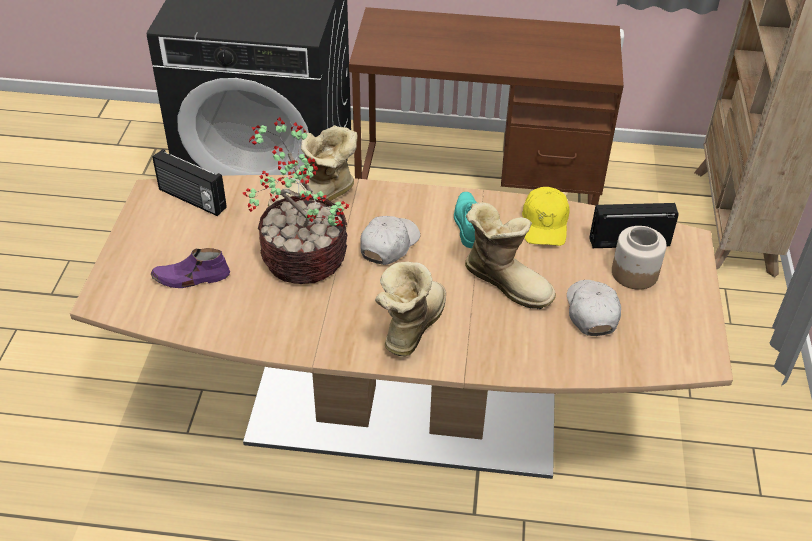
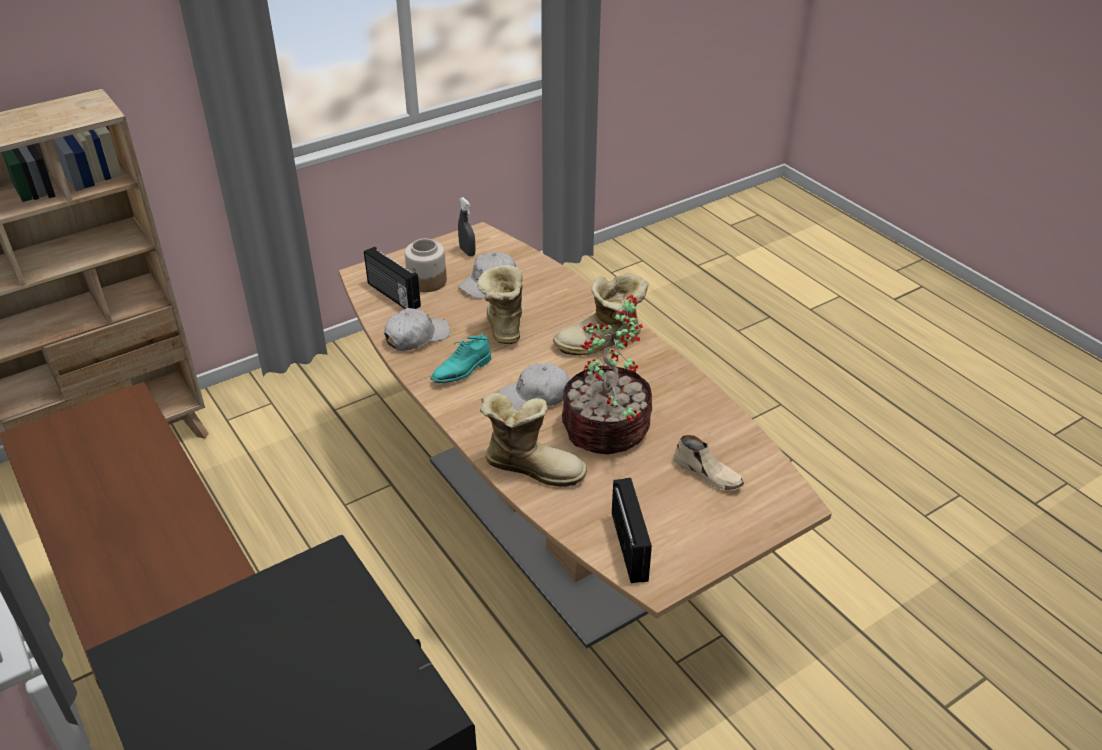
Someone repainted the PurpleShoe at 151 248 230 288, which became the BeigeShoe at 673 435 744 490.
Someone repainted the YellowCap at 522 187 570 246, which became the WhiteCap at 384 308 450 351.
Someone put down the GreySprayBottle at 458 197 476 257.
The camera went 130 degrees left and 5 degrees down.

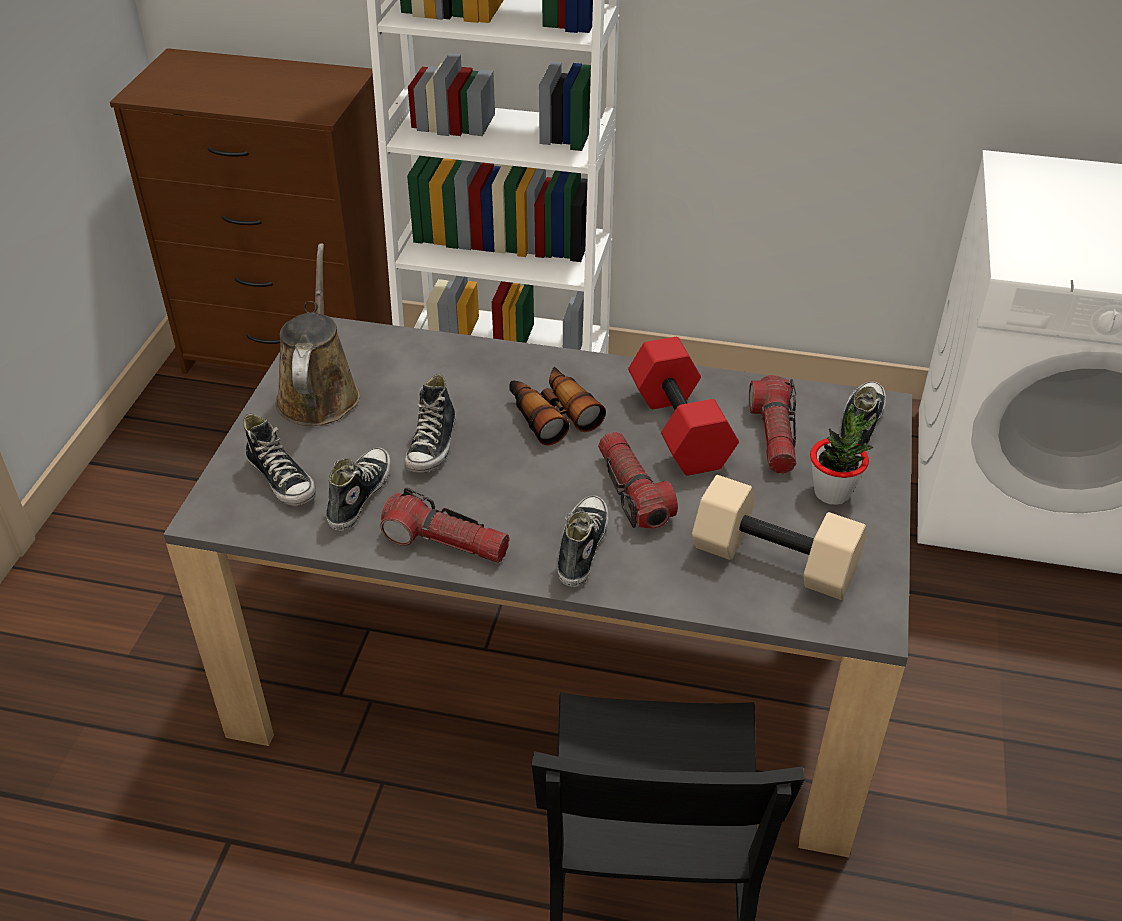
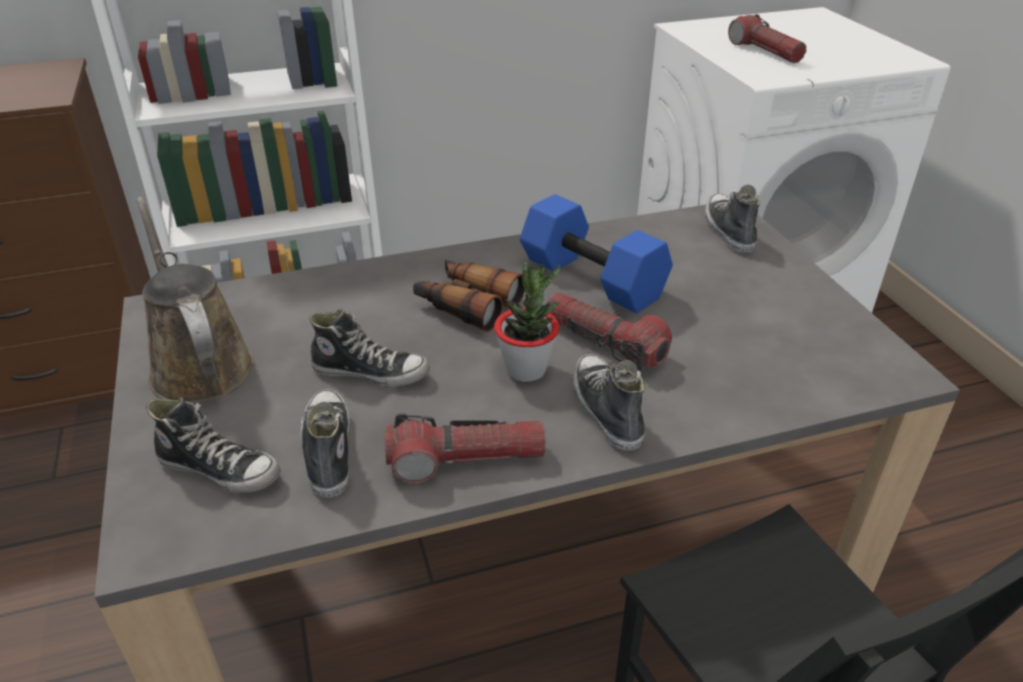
Someone rotated the Shoe at 405 374 456 473 by 60 degrees counterclockwise.
Someone repainted the RedDumbbell at 628 337 739 476, which became the BlueDumbbell at 520 194 673 313.
Someone took away the BeigeDumbbell at 692 475 866 600.
Someone carried the Flashlight from 749 375 796 473 to 728 14 806 63.
Someone carried the PottedPlant from 810 404 877 505 to 494 262 560 382.
The camera went 30 degrees left and 5 degrees down.

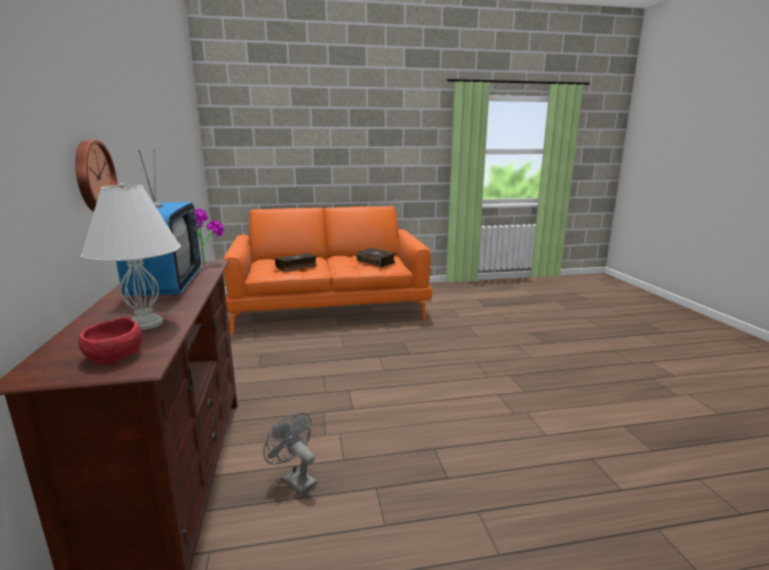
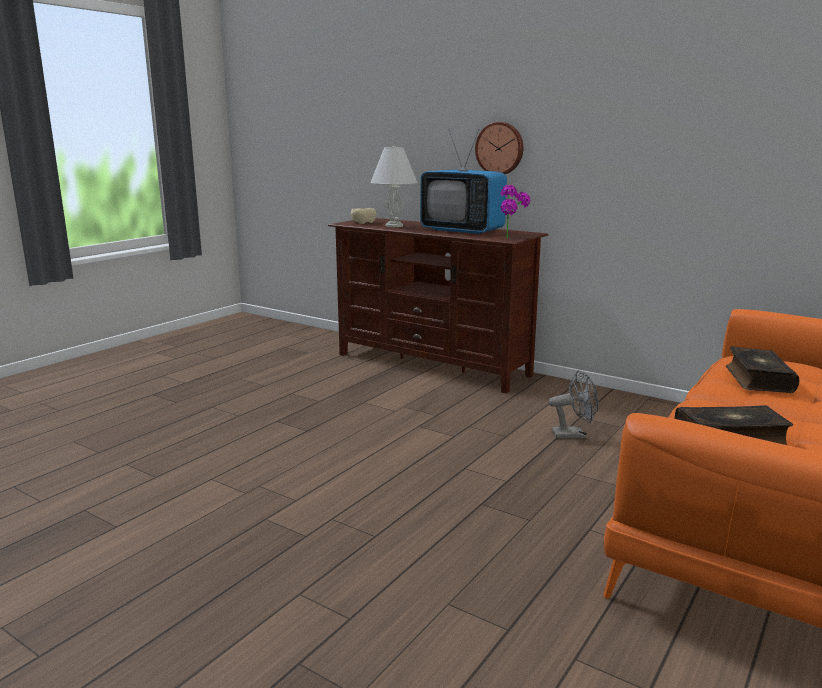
Someone repainted the RedBowl at 79 317 142 365, which became the BeigeBowl at 351 208 376 224.
Someone carried the GreyFan from 263 412 317 495 to 548 370 599 439.
The camera went 135 degrees right and 0 degrees up.

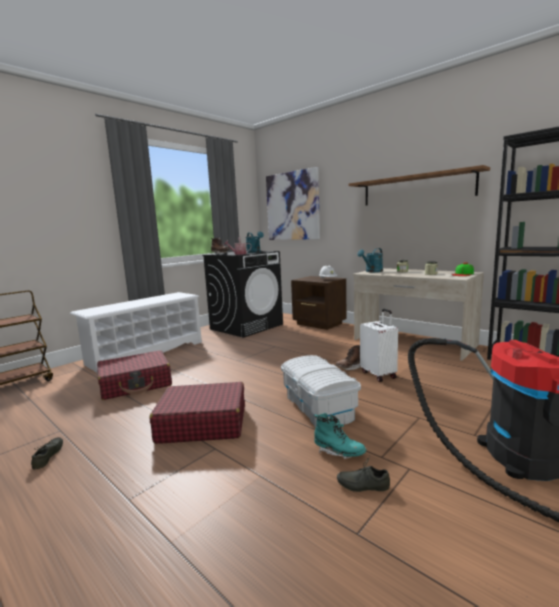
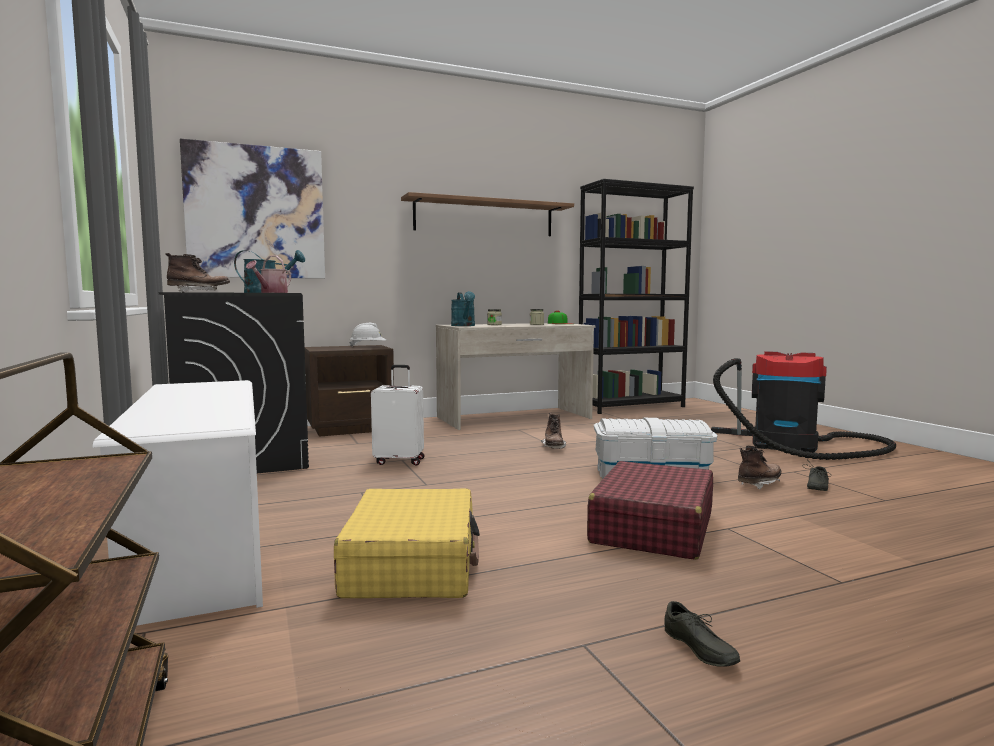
Someone rotated the GreyShoe at 31 437 63 470 by 135 degrees counterclockwise.
Someone repainted the RedSuitcase at 97 350 172 400, which became the YellowSuitcase at 334 488 480 598.
Someone repainted the TurquoiseBoot at 314 413 366 459, which became the BrownBoot at 738 445 781 490.
Someone carried the WhiteSuitcase from 360 309 398 382 to 371 365 425 466.
The camera went 65 degrees left and 5 degrees down.

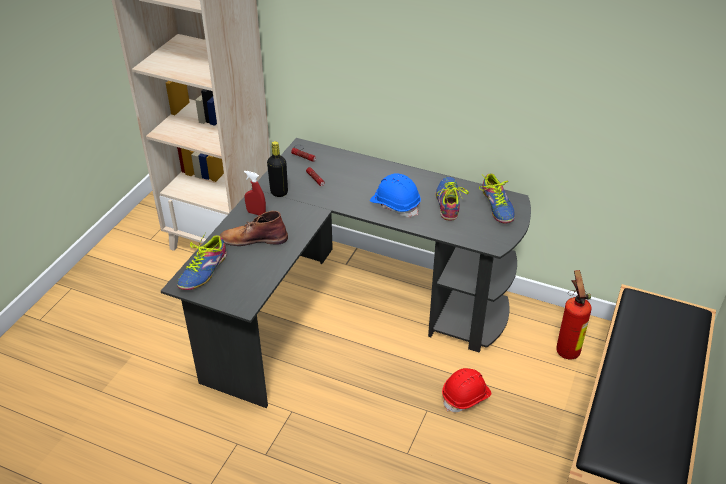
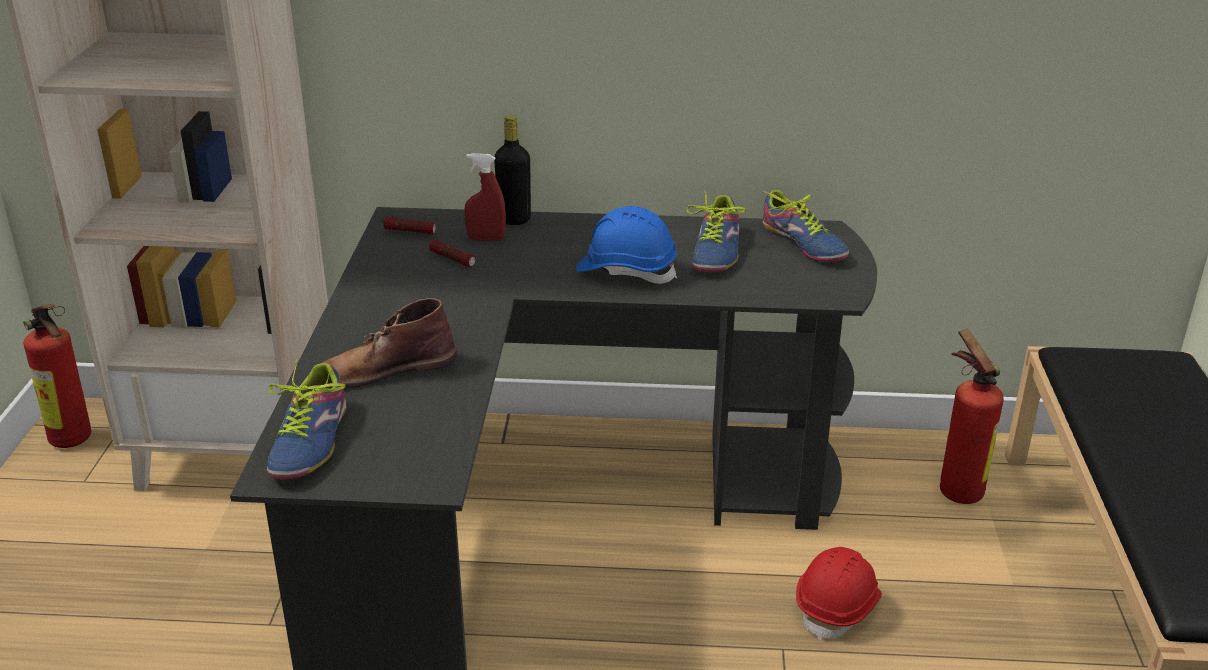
Someone carried the RedSprayBottle from 244 171 266 215 to 464 153 506 241.
Someone carried the BlackBottle from 267 141 288 197 to 494 115 531 225.
Someone rotated the Shoe at 436 176 469 221 by 150 degrees counterclockwise.
Someone put down the FireExtinguisher at 23 303 91 448.
The camera went 20 degrees left and 10 degrees down.

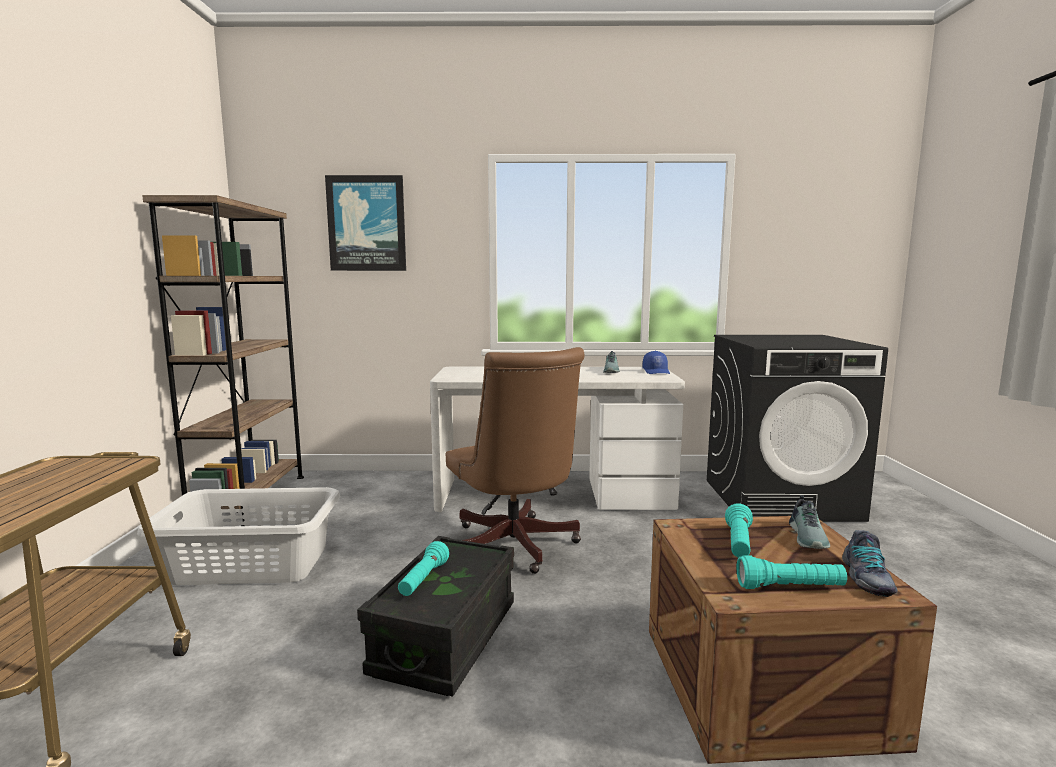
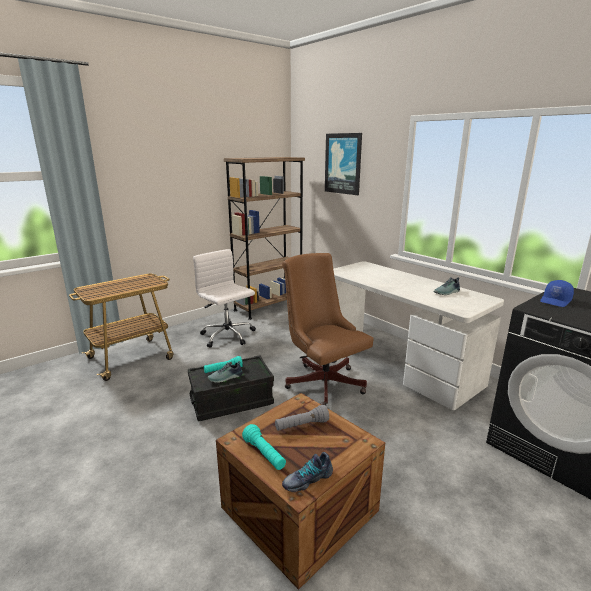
Someone swapped the GreyLaundryBasket at 137 487 340 585 for the WhiteOfficeChair at 193 249 256 348.
Someone rotated the BrownOfficeChair at 445 347 584 574 by 120 degrees clockwise.
Someone carried the BlueCap from 642 351 670 374 to 540 280 574 307.
Someone repainted the TurquoiseFlashlight at 725 503 753 558, which became the GreyFlashlight at 275 405 329 431.
Someone carried the Shoe from 789 495 830 549 to 208 361 243 383.
The camera went 50 degrees right and 10 degrees up.

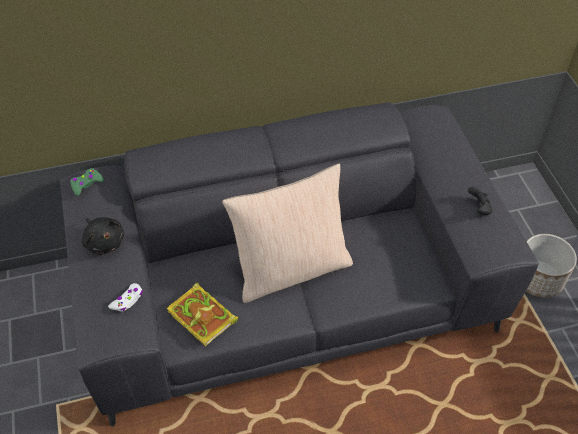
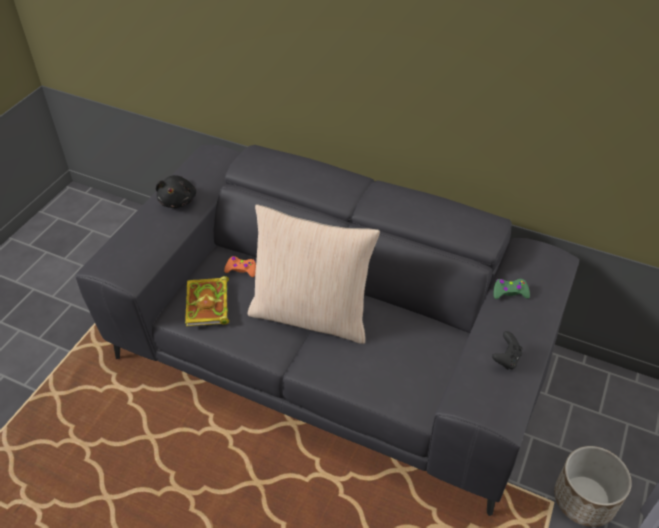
Someone carried the GreenGameController from 70 168 104 196 to 494 279 530 299.
Someone took away the WhiteGameController at 108 283 143 312.
Someone put down the OrangeGameController at 224 256 256 277.
The camera went 40 degrees right and 5 degrees down.

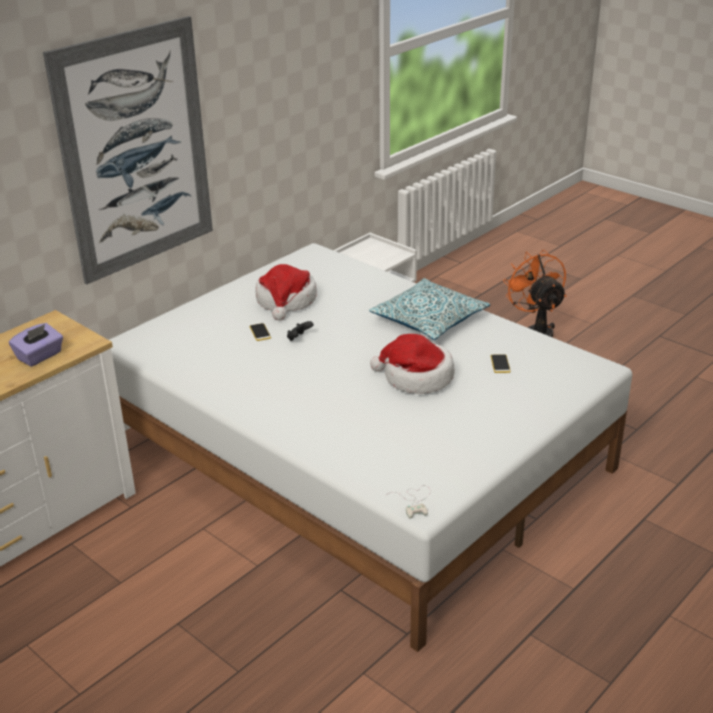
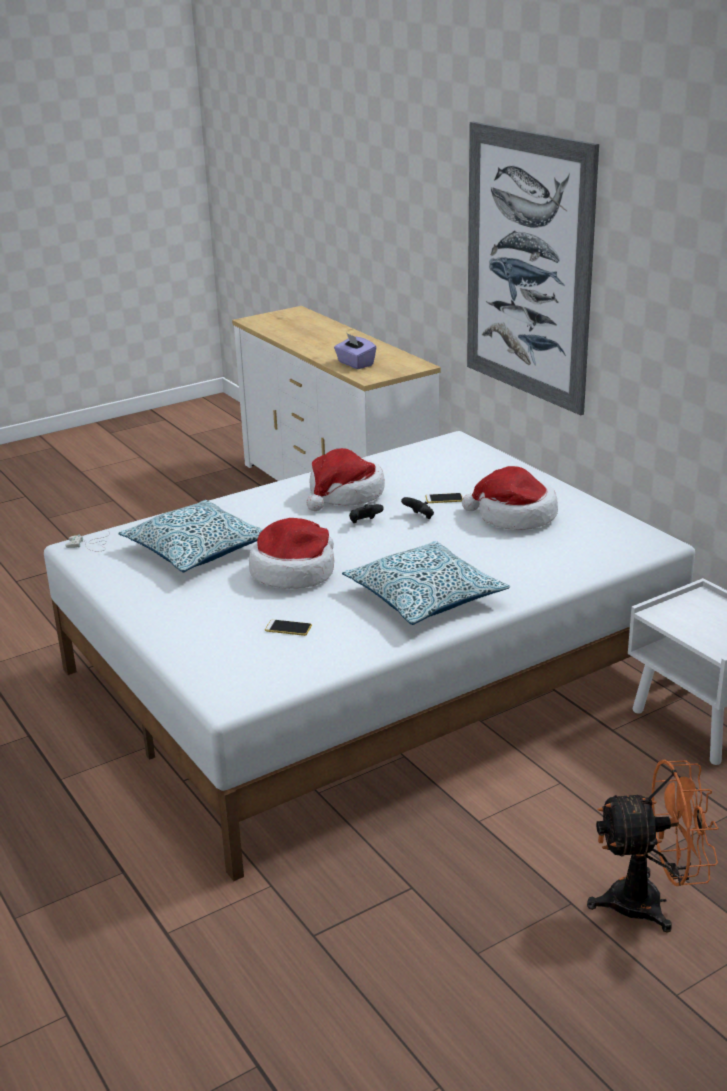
Someone put down the Pillow at 118 500 263 572.
Someone put down the Hat at 306 448 385 511.
Someone put down the BlackGameController at 349 504 384 523.
The camera went 105 degrees right and 5 degrees down.

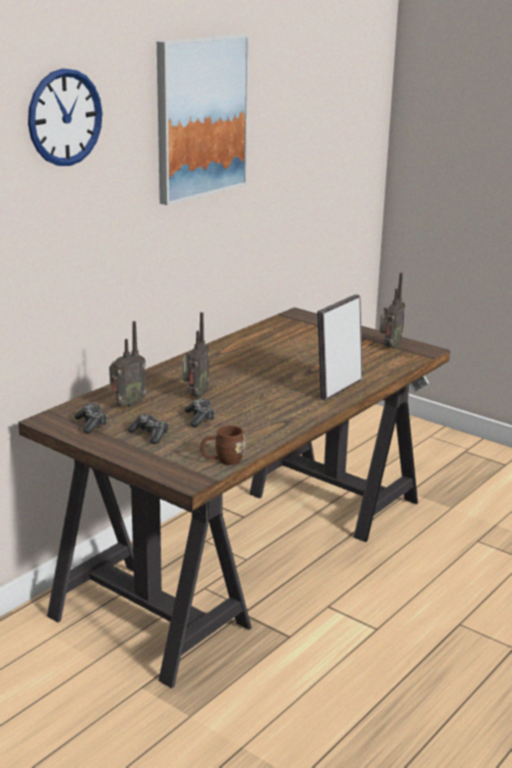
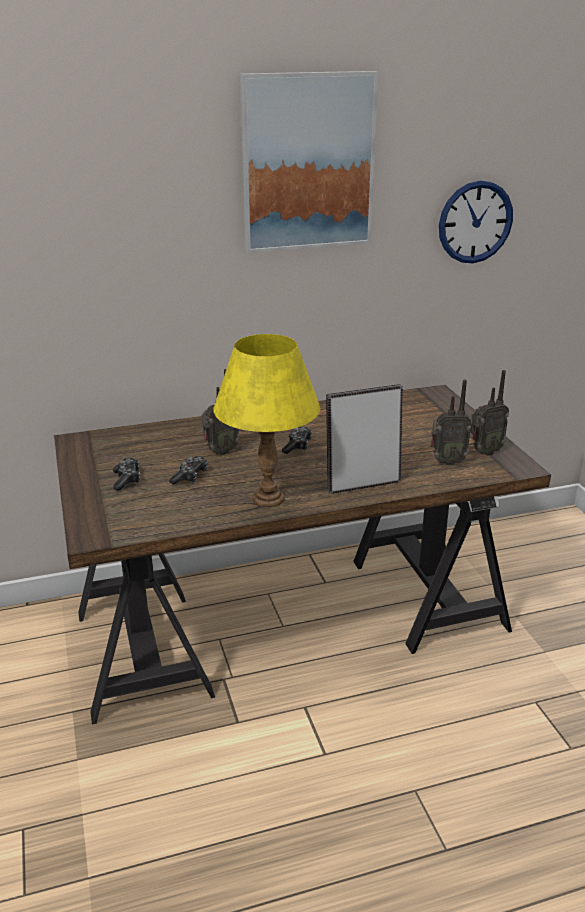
Someone carried the WallClock from 28 68 102 166 to 439 181 513 263.
Someone carried the GameController from 75 404 107 434 to 282 427 312 454.
Someone carried the Radio from 109 321 147 407 to 430 379 471 466.
Someone took away the BrownMug at 201 425 246 465.
Someone put down the YellowTableLamp at 213 334 320 507.
The camera went 35 degrees right and 5 degrees up.

